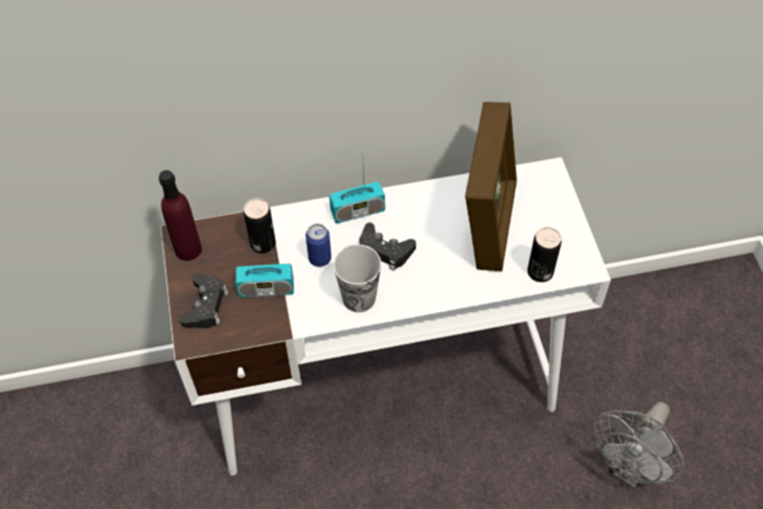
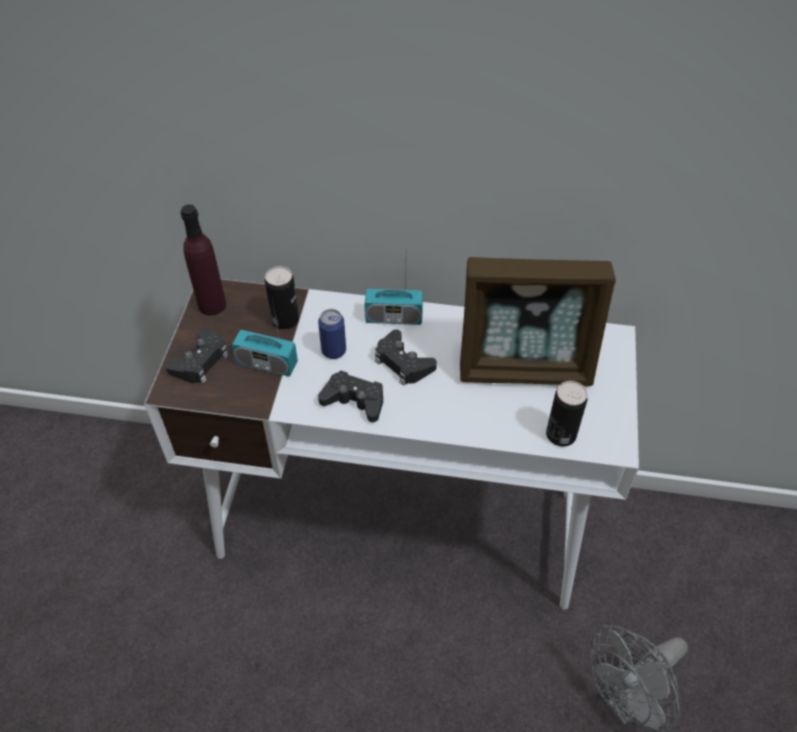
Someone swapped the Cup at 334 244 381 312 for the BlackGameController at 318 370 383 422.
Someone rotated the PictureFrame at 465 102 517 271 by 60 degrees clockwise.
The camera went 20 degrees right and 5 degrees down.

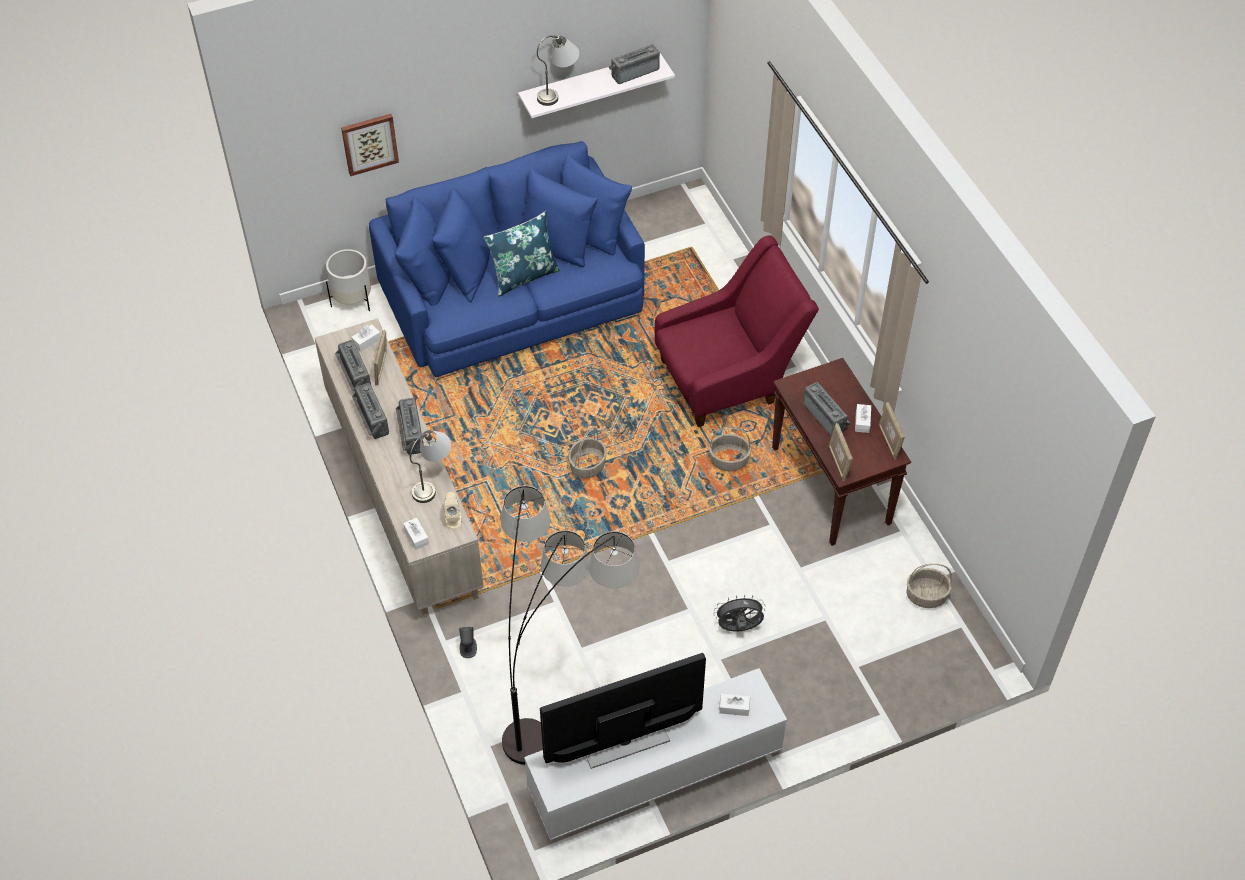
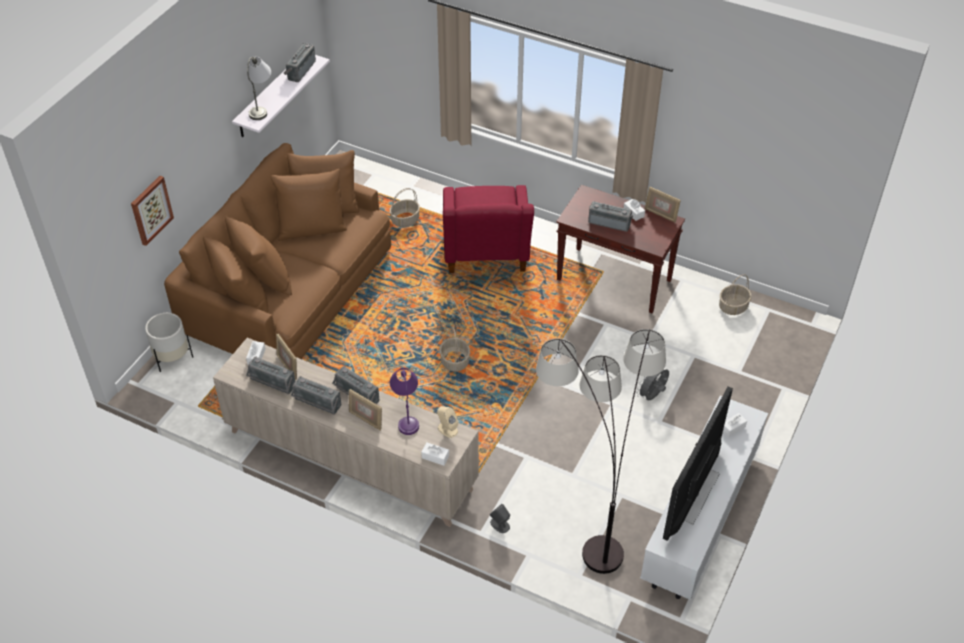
Someone repainted the BlueSofa at 369 141 645 377, which became the BrownSofa at 164 143 391 359.
Someone repainted the GreyTableLamp at 410 430 451 503, which became the PurpleTableLamp at 390 368 419 435.
Someone took away the BluePillow at 484 211 560 296.
Someone rotated the RedArmchair at 655 236 819 427 by 150 degrees clockwise.
Someone carried the Basket from 709 427 751 471 to 389 188 420 227.
Someone carried the PictureFrame from 829 423 853 481 to 349 389 382 431.
The camera went 40 degrees left and 5 degrees down.

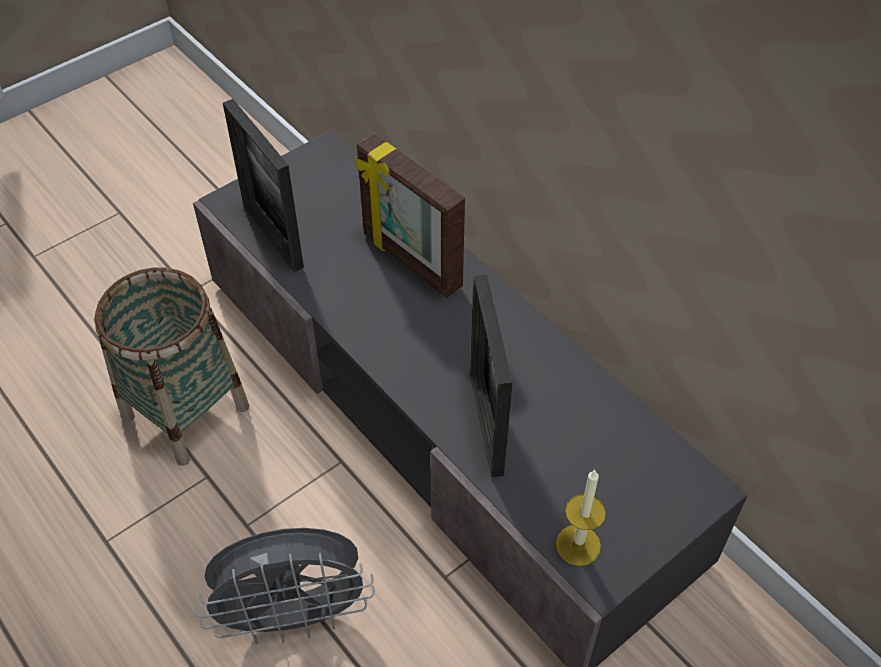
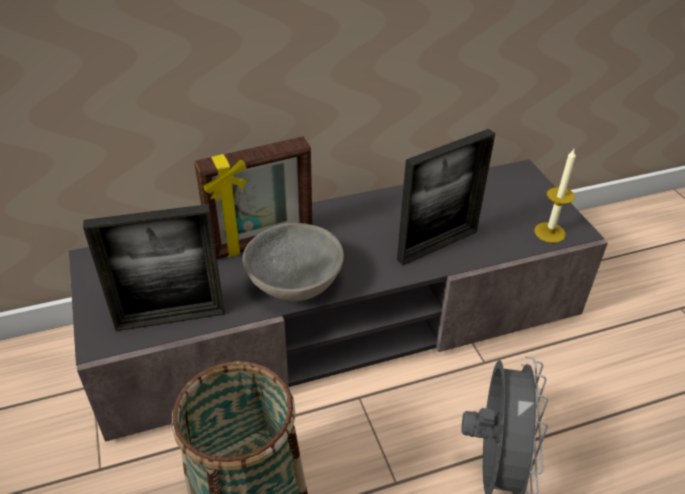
Someone rotated the PictureFrame at 470 275 513 477 by 45 degrees counterclockwise.
Someone put down the GreyBowl at 242 223 344 301.
The camera went 70 degrees left and 10 degrees down.

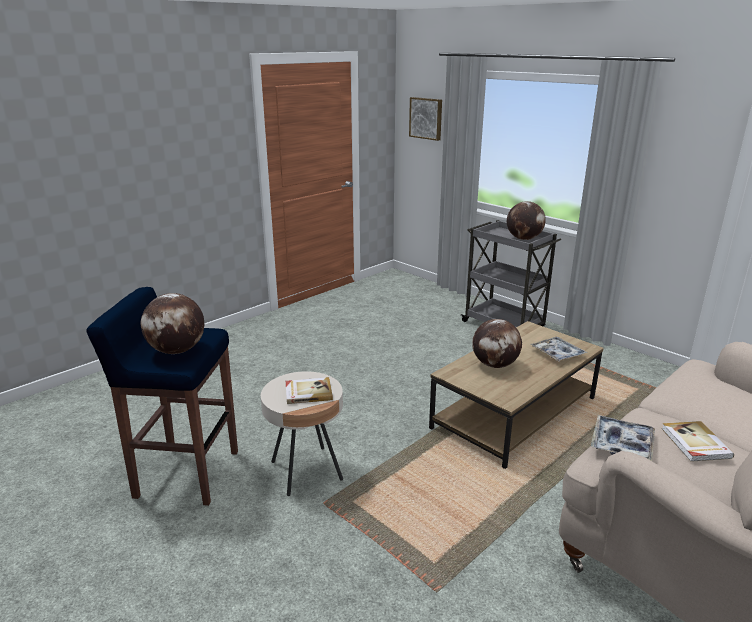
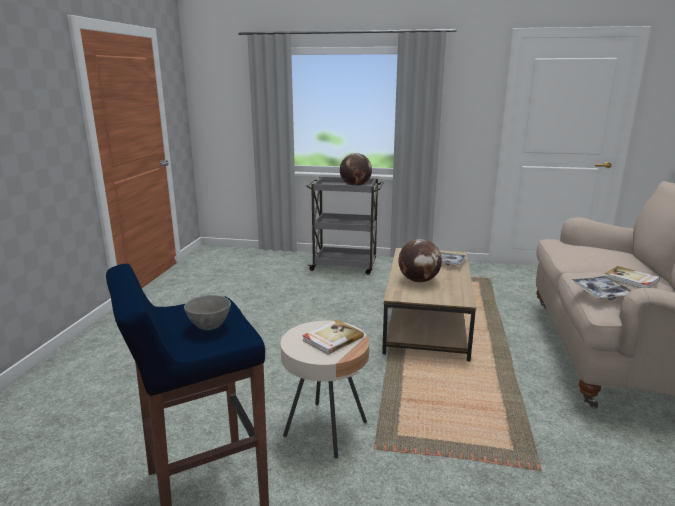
Someone swapped the Globe at 141 293 204 354 for the GreyBowl at 184 295 231 330.
Someone took away the Picture at 409 97 442 141.
The camera went 35 degrees left and 5 degrees down.

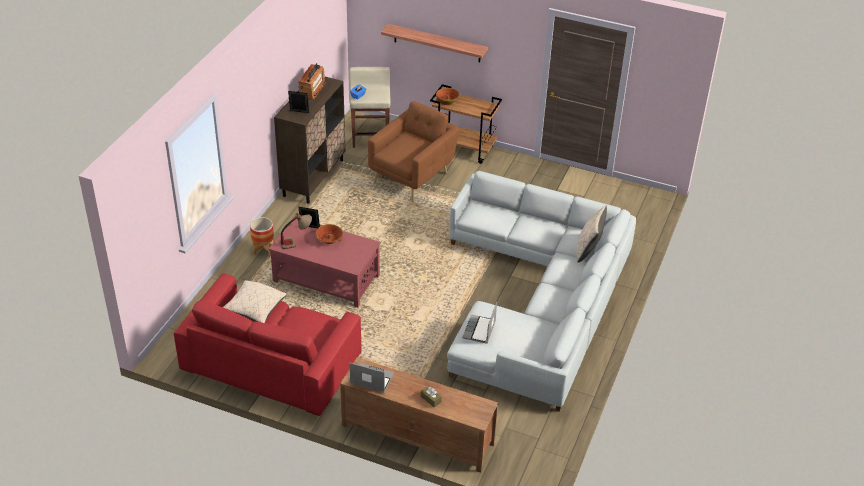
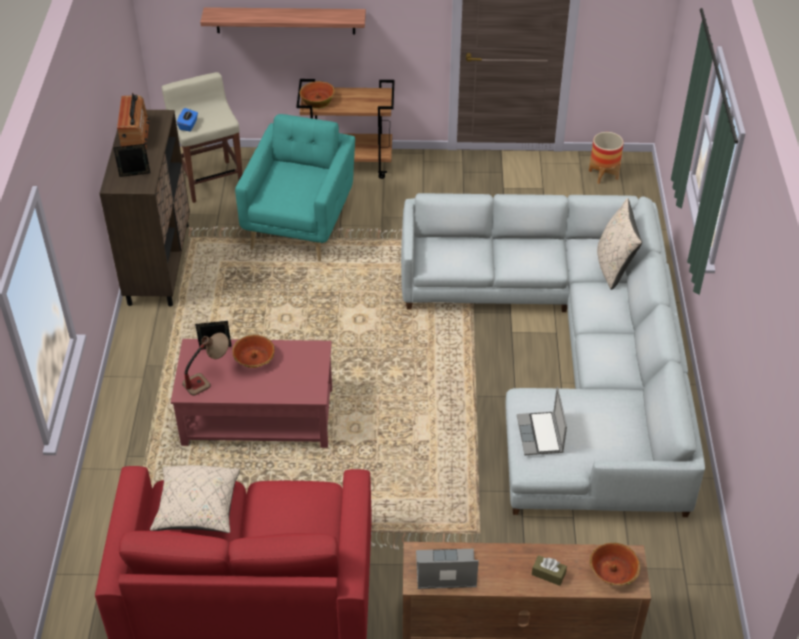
Someone carried the Planter from 250 217 274 255 to 589 132 624 184.
Someone repainted the BrownArmchair at 368 101 460 202, which became the TurquoiseArmchair at 235 114 355 261.
Someone put down the Bowl at 590 543 640 586.
The camera went 20 degrees left and 5 degrees up.

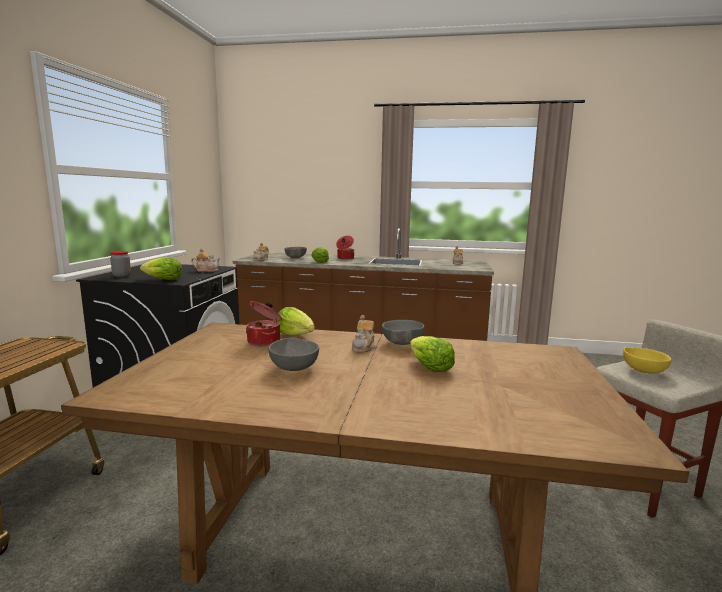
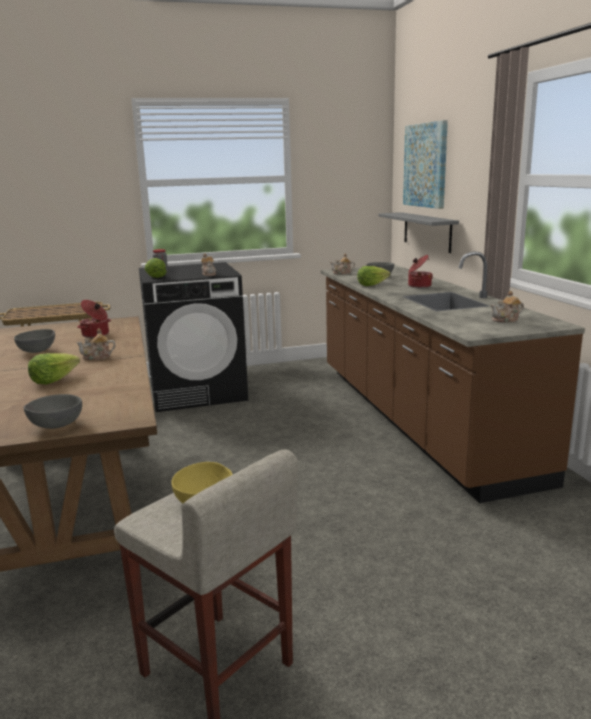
Someone took away the Lettuce at 277 307 315 336.
Someone carried the GreyBowl from 382 320 424 345 to 24 394 82 429.
Someone put up the GreyShelf at 379 212 459 253.
Someone put up the Picture at 403 120 448 209.
The camera went 65 degrees right and 5 degrees up.

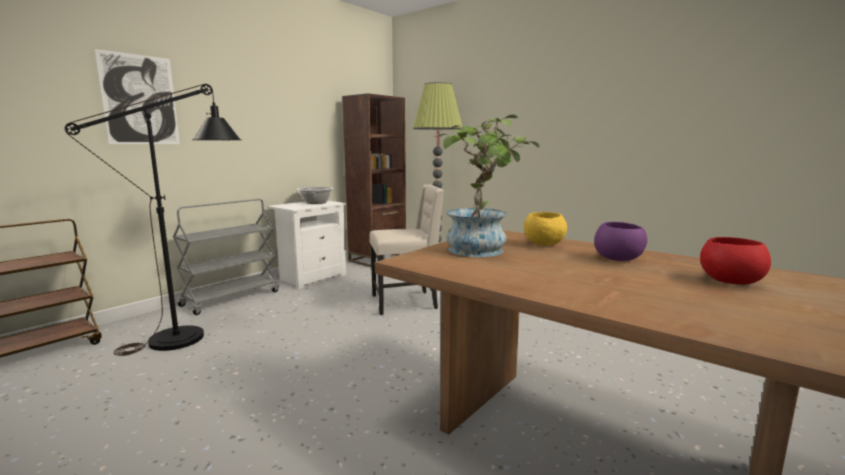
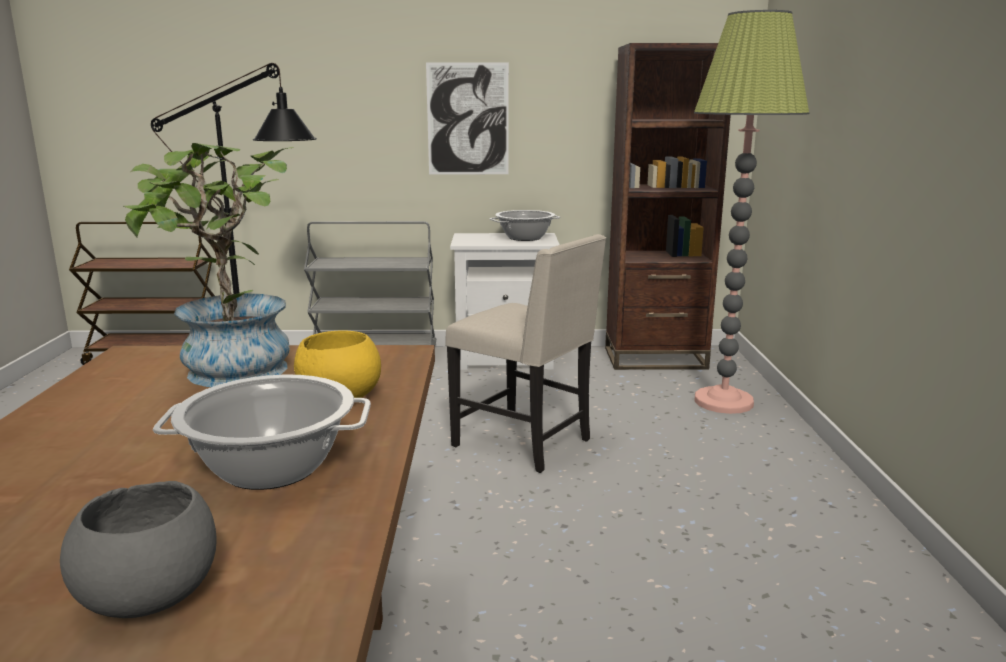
Someone carried the Picture from 95 49 180 144 to 426 62 509 174.
Someone swapped the PurpleBowl at 594 222 648 261 for the CookingPot at 153 375 371 490.
Someone repainted the RedBowl at 700 237 771 285, which became the GreyBowl at 60 481 217 618.
The camera went 50 degrees right and 5 degrees up.

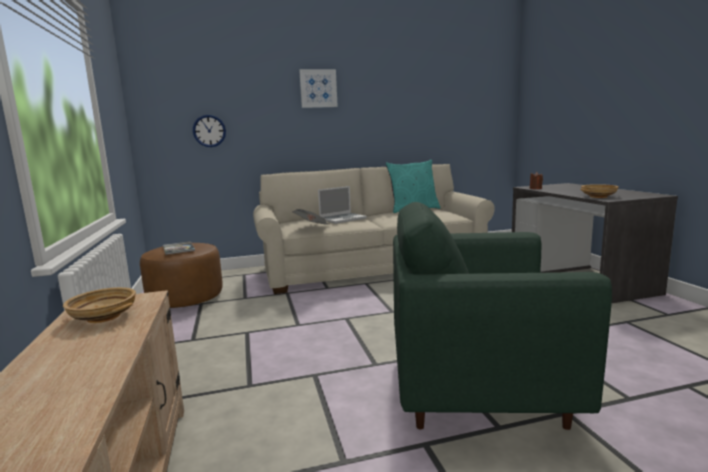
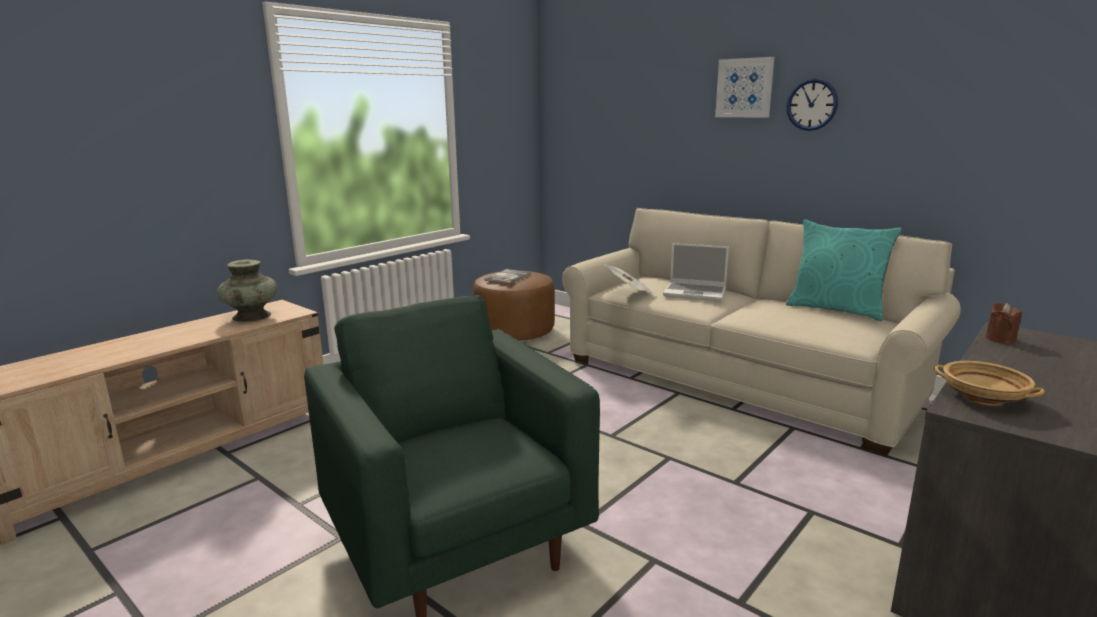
Someone swapped the BeigeBowl at 63 287 136 323 for the TurquoiseVase at 217 260 277 322.
Someone carried the WallClock from 193 115 226 147 to 787 78 838 131.
The camera went 55 degrees right and 5 degrees up.

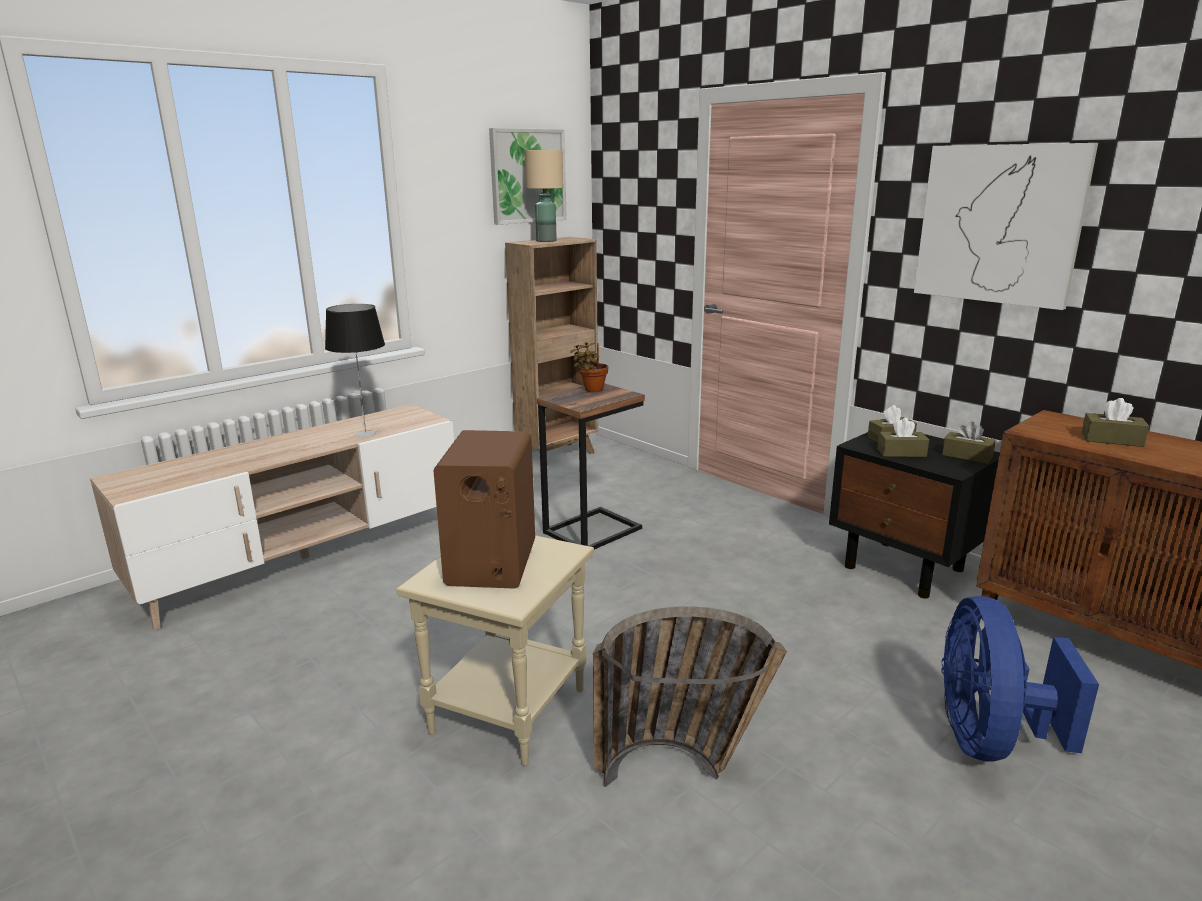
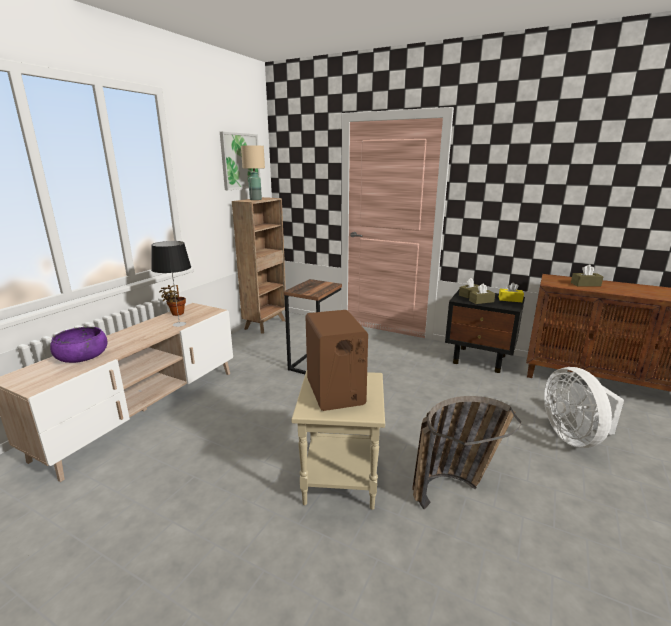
Someone carried the PottedPlant from 570 341 608 392 to 159 285 186 316.
Someone took away the Picture at 914 143 1098 310.
Someone repainted the BlueFan at 941 596 1099 762, which became the WhiteFan at 544 367 624 448.
Someone repainted the BrownTissueBox at 942 421 996 464, which became the YellowTissueBox at 499 282 524 302.
Someone put down the PurpleBowl at 50 327 107 363.
The camera went 20 degrees left and 0 degrees up.

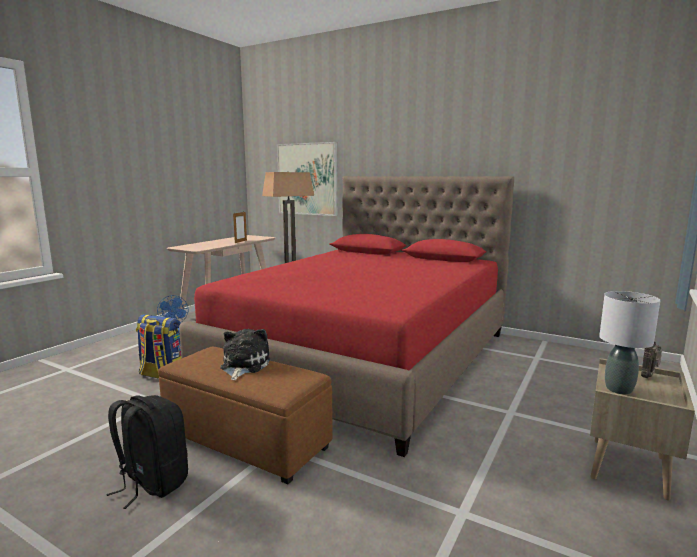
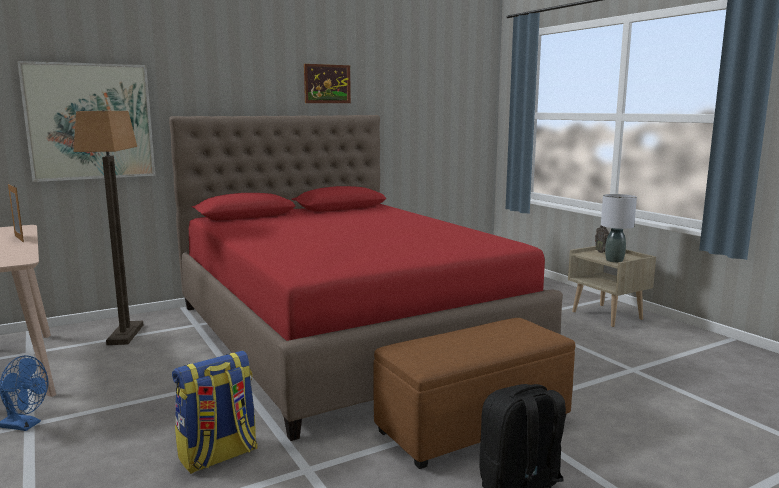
Someone took away the PlushToy at 220 329 270 380.
Someone put up the Picture at 304 64 351 103.
The camera went 60 degrees left and 0 degrees up.

